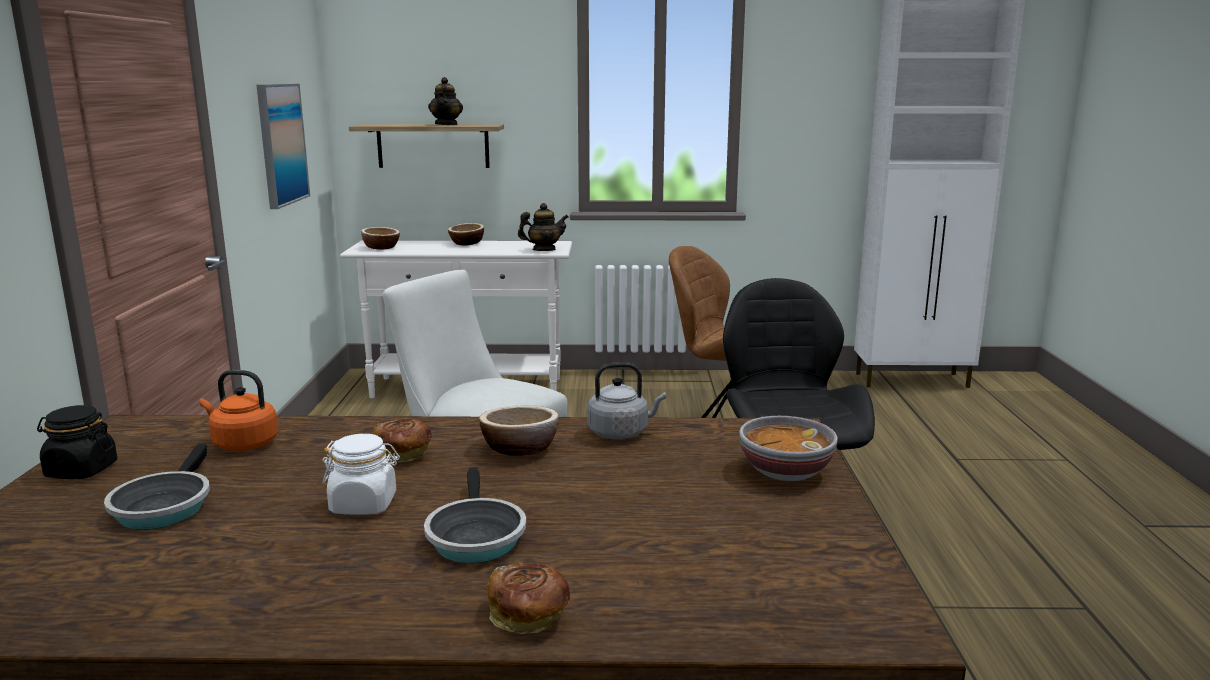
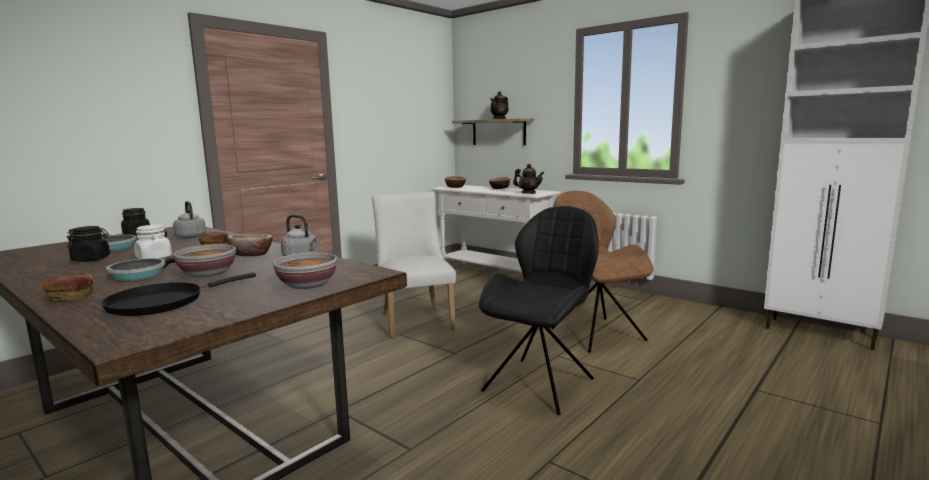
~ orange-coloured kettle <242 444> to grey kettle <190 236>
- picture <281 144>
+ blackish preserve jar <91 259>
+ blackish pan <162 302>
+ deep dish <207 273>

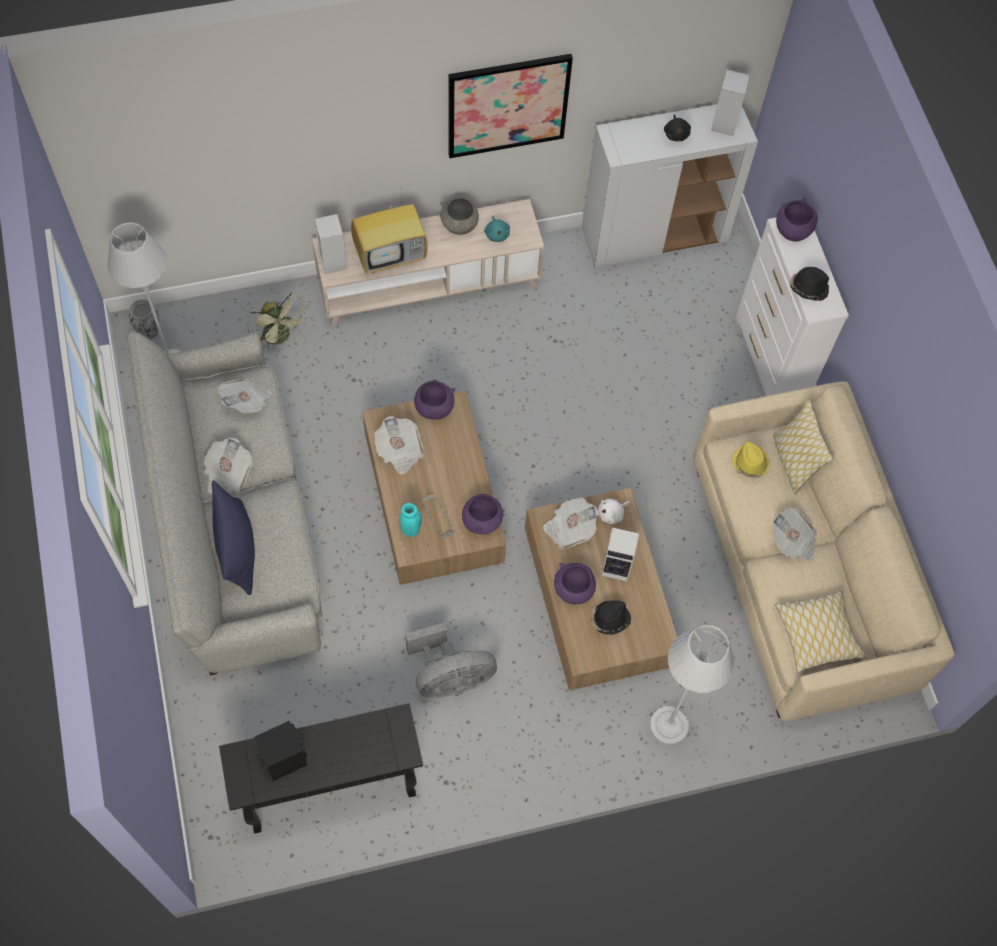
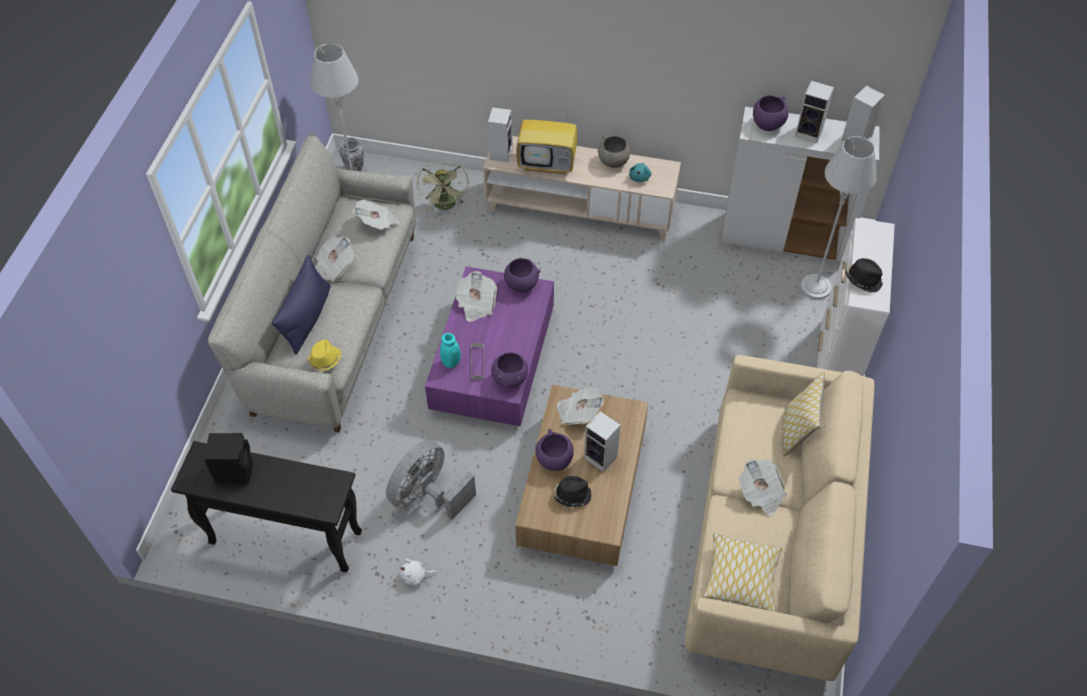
~ brown lounge table <433 499> to purple lounge table <493 359>
~ grey cooling fan <450 678> = <428 496> 120 degrees clockwise
- picture <507 105>
~ whitish cuddly toy <611 514> to <415 576>
~ grey floor lamp <669 725> to <815 287>
~ blackish cuddly toy <676 134> to loudspeaker <810 133>
~ yellow-coloured clothing hat <749 463> to <324 360>
~ purple deep dish <792 231> to <767 124>

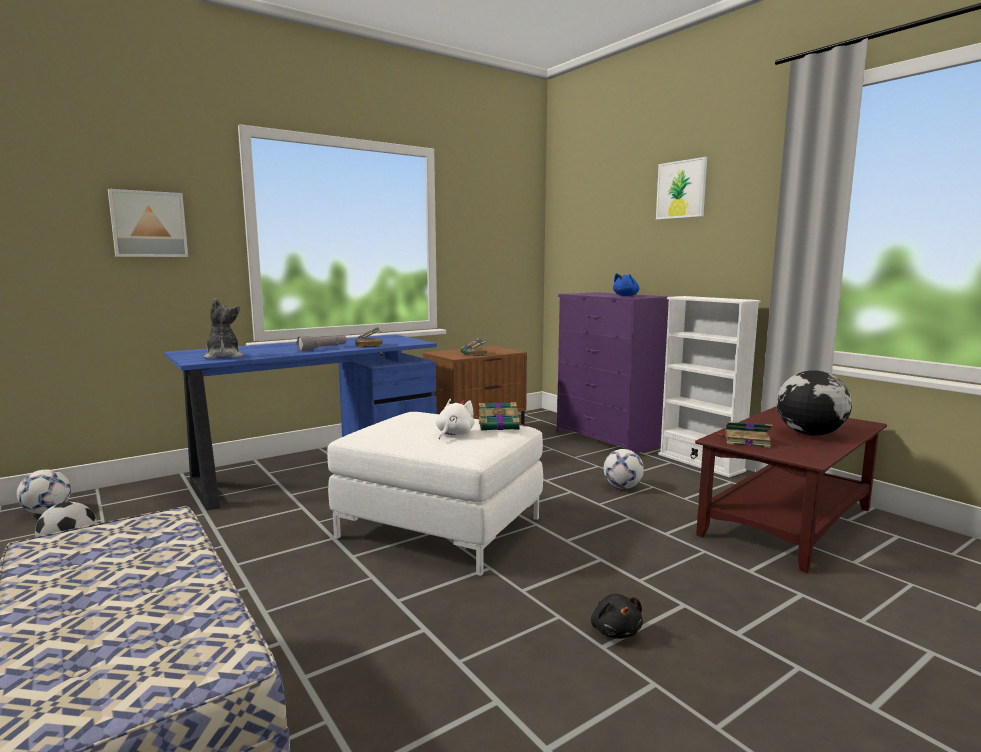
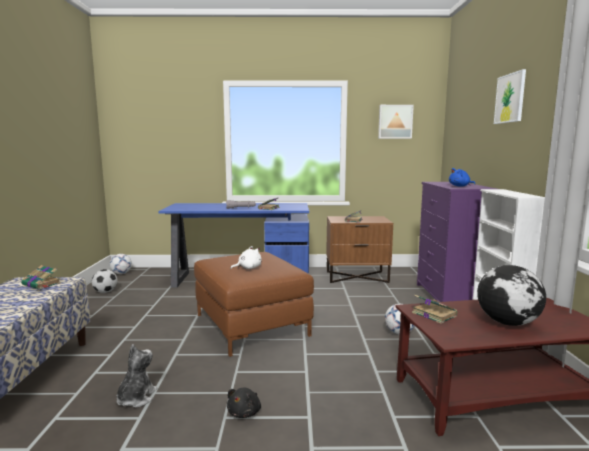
~ picture <148 224> to <395 121>
~ cuddly toy <223 357> to <136 398>
~ whitish pouffe <439 527> to brown pouffe <251 325>
~ book <500 426> to <42 284>

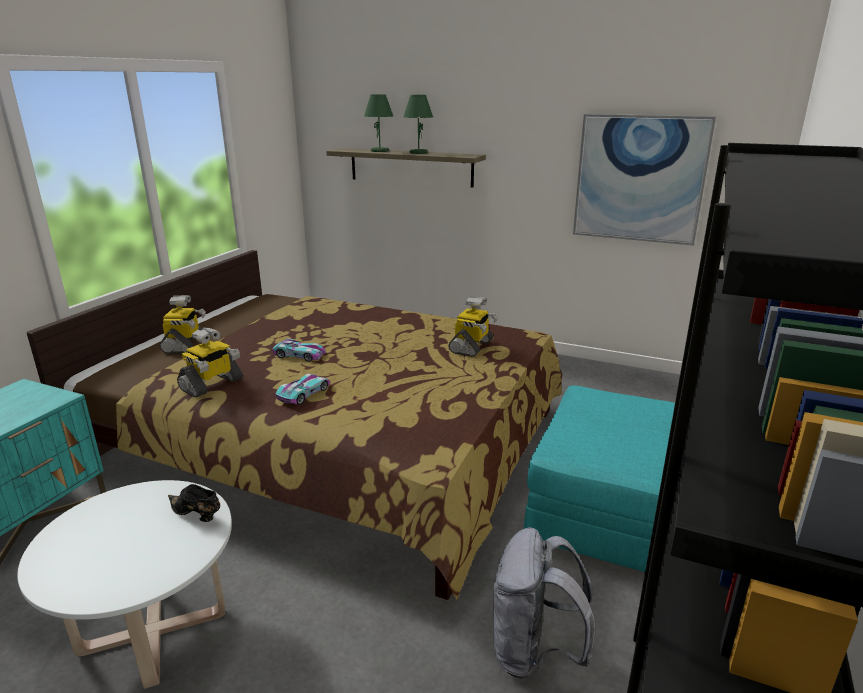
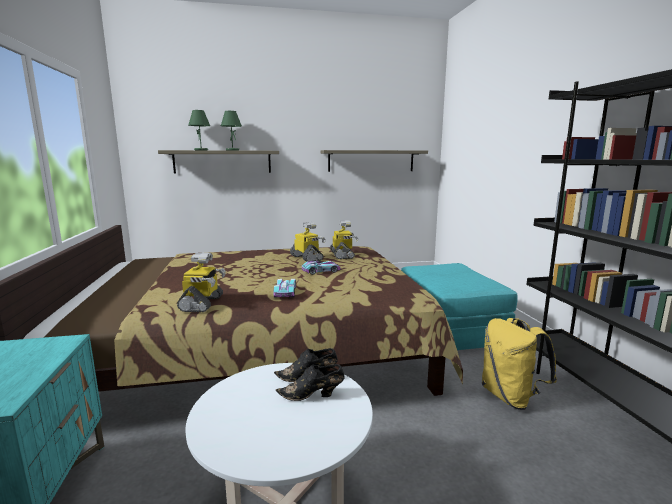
~ model robot <184 344> to <307 258>
~ model car <299 355> to <321 271>
~ grey rucksack <534 652> to yellow-coloured rucksack <510 397>
~ picture <639 179> to wall shelf <371 161>
+ blackish item of footwear <313 395>

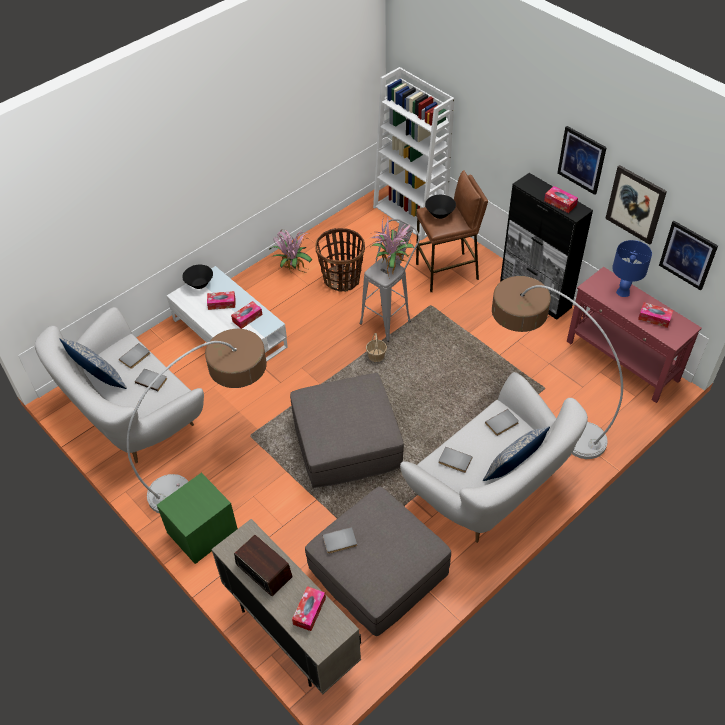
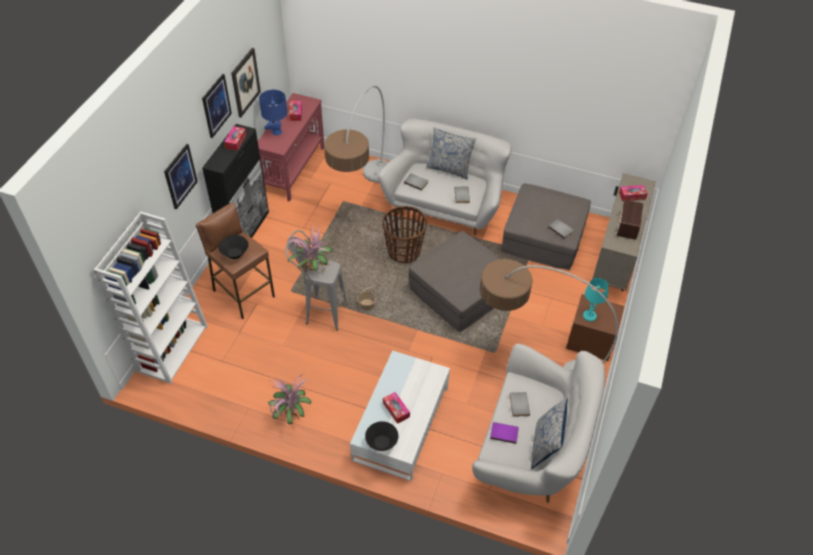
~ grey book <135 357> to purple book <504 432>
~ green bedside table <202 532> to brown bedside table <590 340>
- box of tissues <247 318>
~ basket <342 279> to <404 251>
~ picture <688 255> to <180 176>
+ blue-green table lamp <589 316>

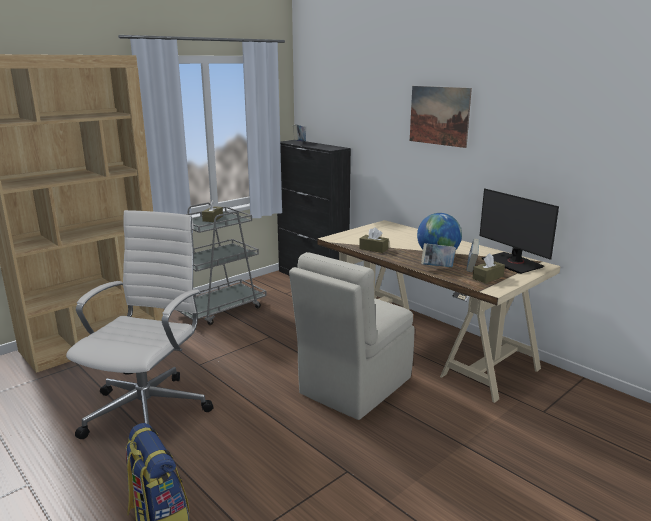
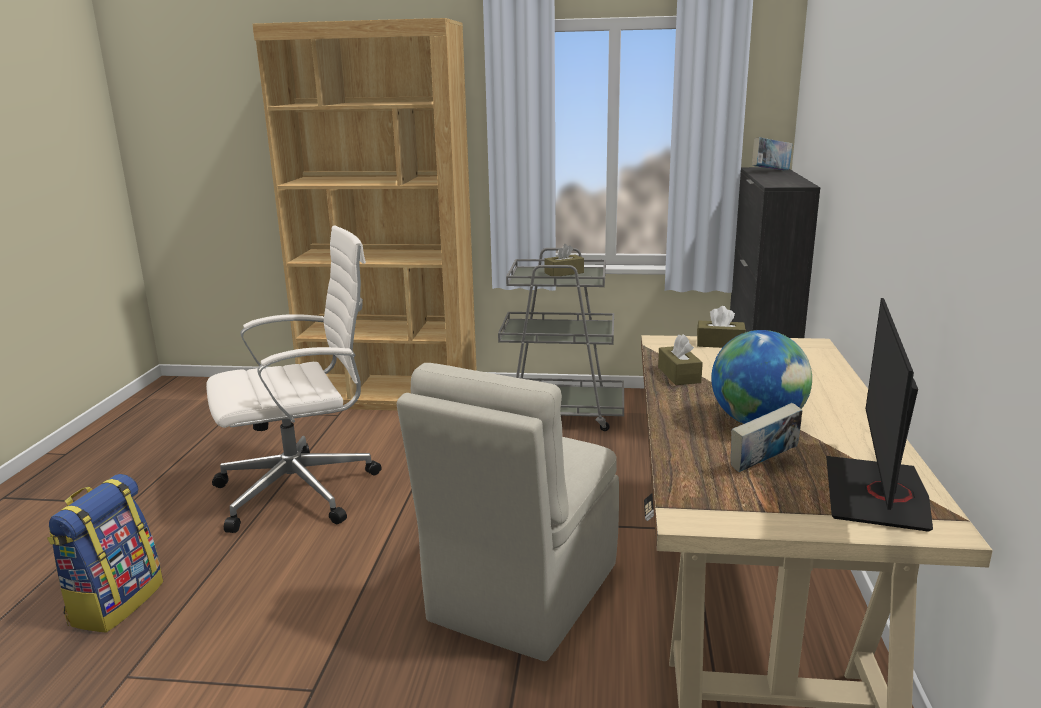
~ beige-coloured plain chair <353 387> = <521 594> 60 degrees counterclockwise
- picture <439 116>
- book <437 267>
~ brown box of tissues <488 277> to <720 343>

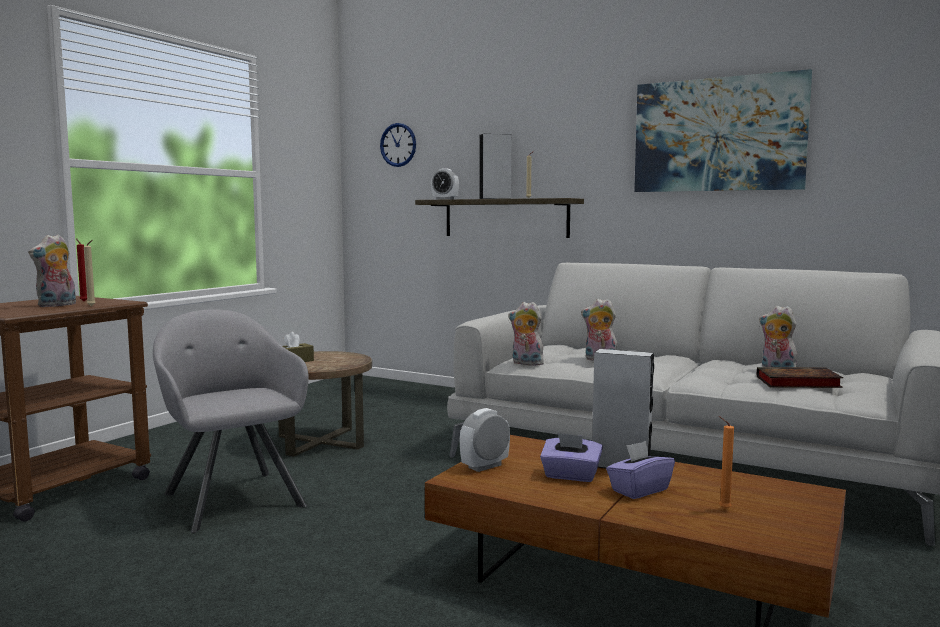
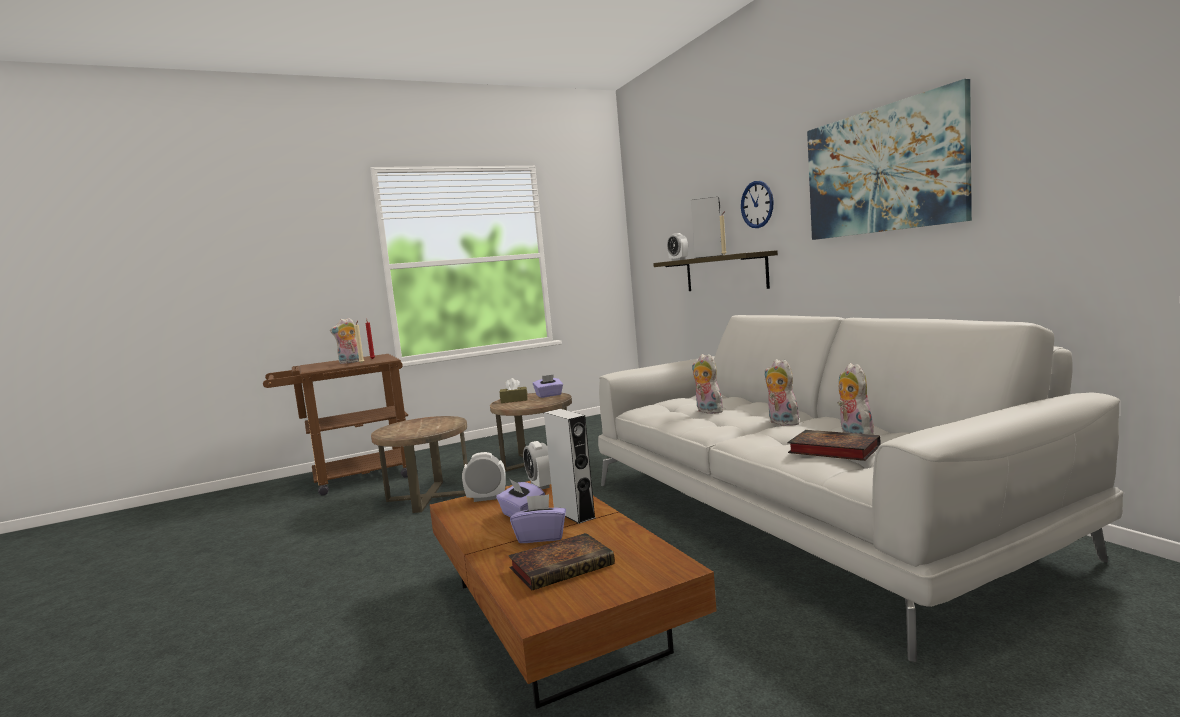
~ grey armchair <231 497> to brown accent table <428 496>
~ wall clock <398 145> to <757 204>
~ cuddly toy <525 363> to <781 423>
~ orange-coloured wax candle <722 509> to book <563 566>
+ table clock <540 485>
+ purple box of tissues <549 395>

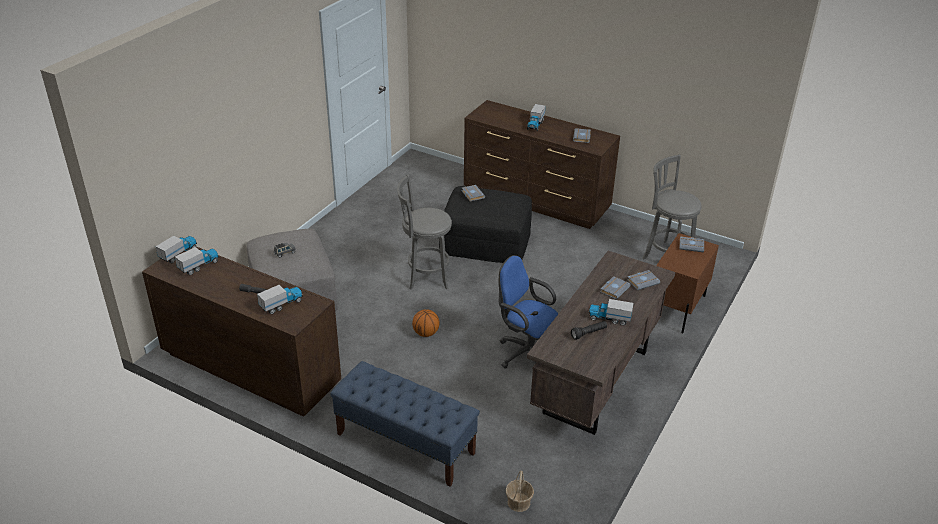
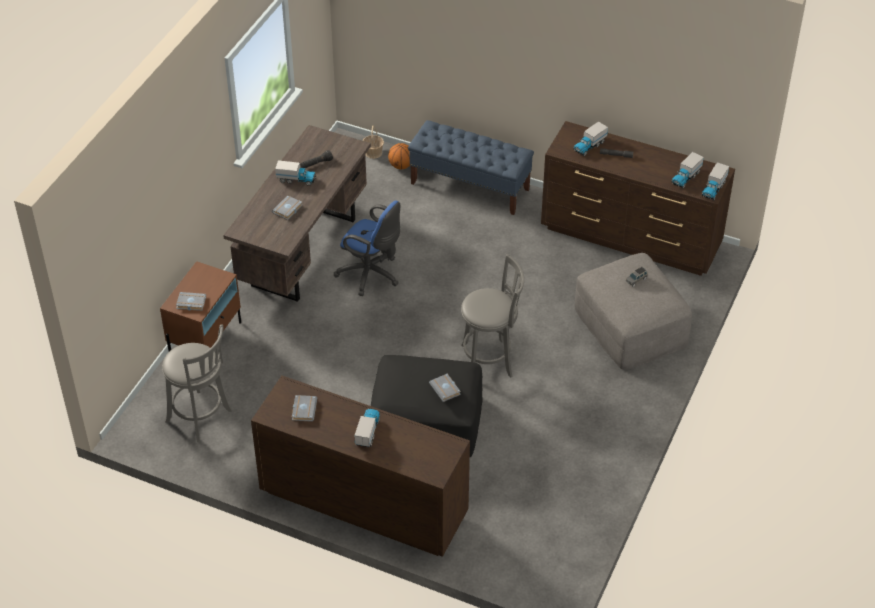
~ basketball <426 333> to <401 166>
- grey book <643 281>

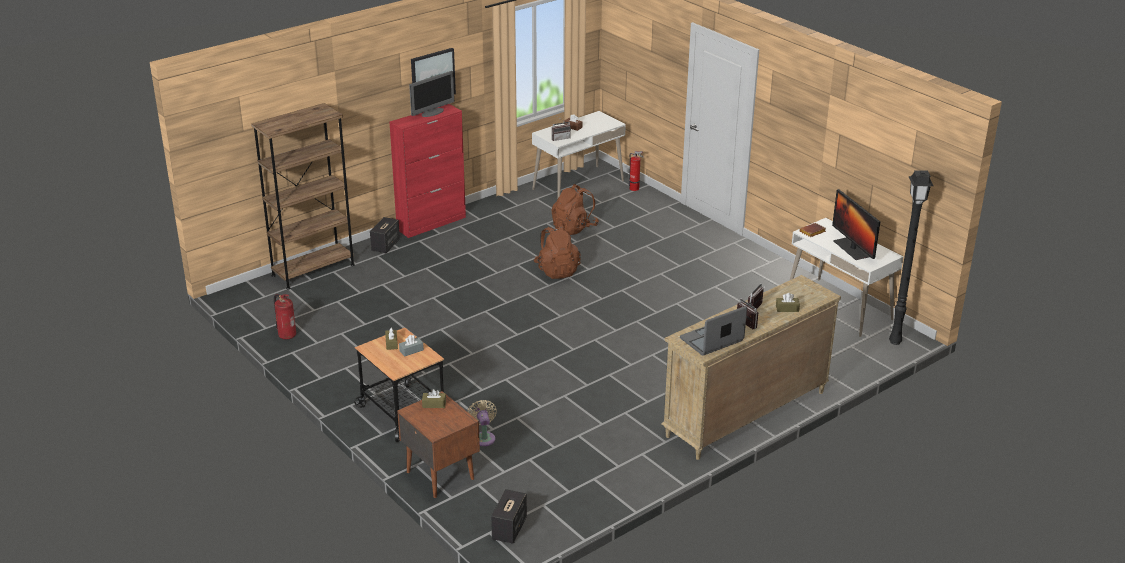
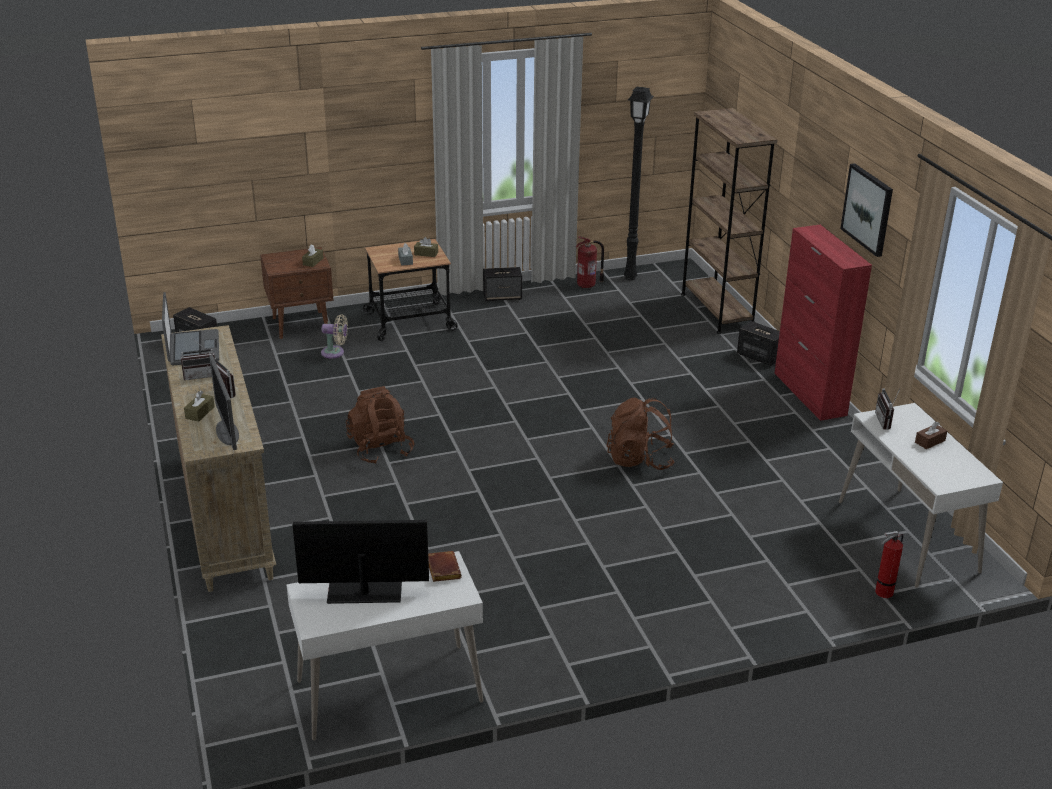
~ monitor <433 112> to <227 433>
~ brown rucksack <574 228> to <380 449>
~ blackish floor lamp <896 342> to <629 278>
+ loudspeaker <503 296>

